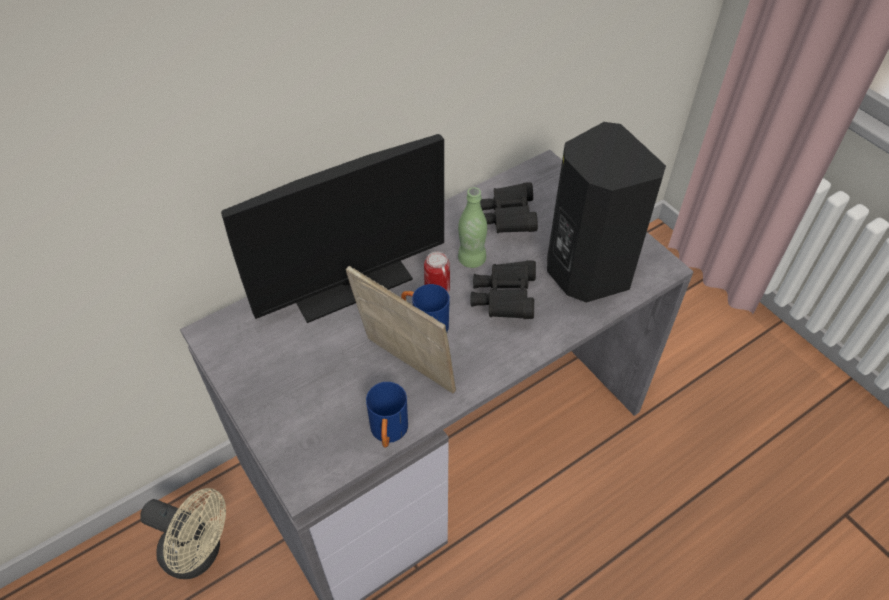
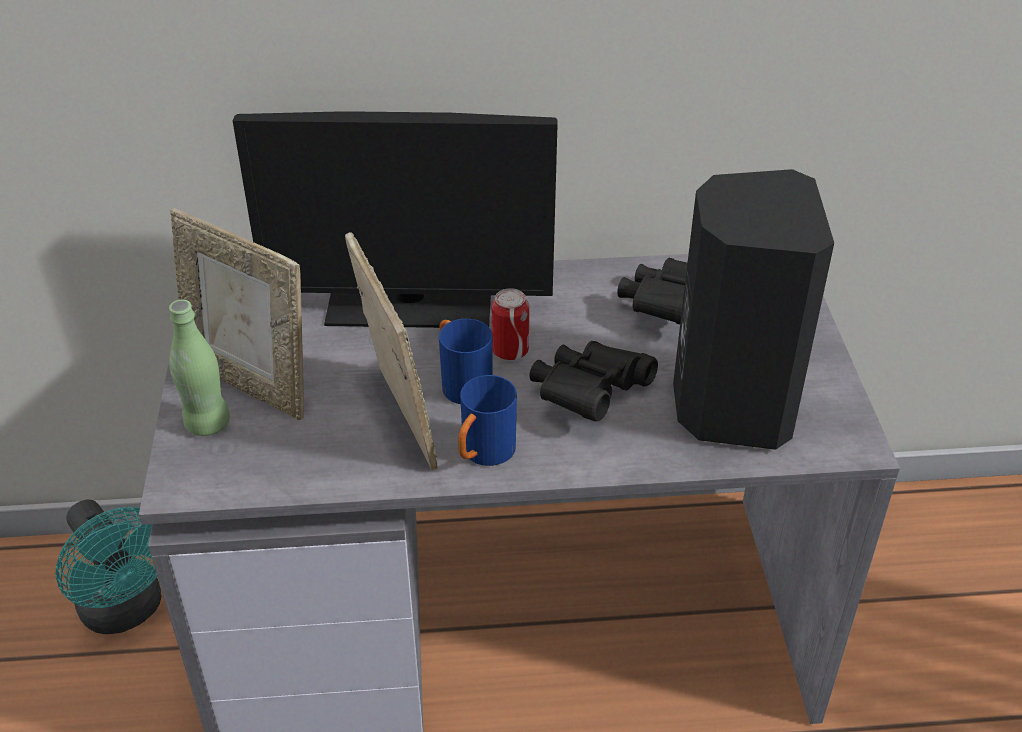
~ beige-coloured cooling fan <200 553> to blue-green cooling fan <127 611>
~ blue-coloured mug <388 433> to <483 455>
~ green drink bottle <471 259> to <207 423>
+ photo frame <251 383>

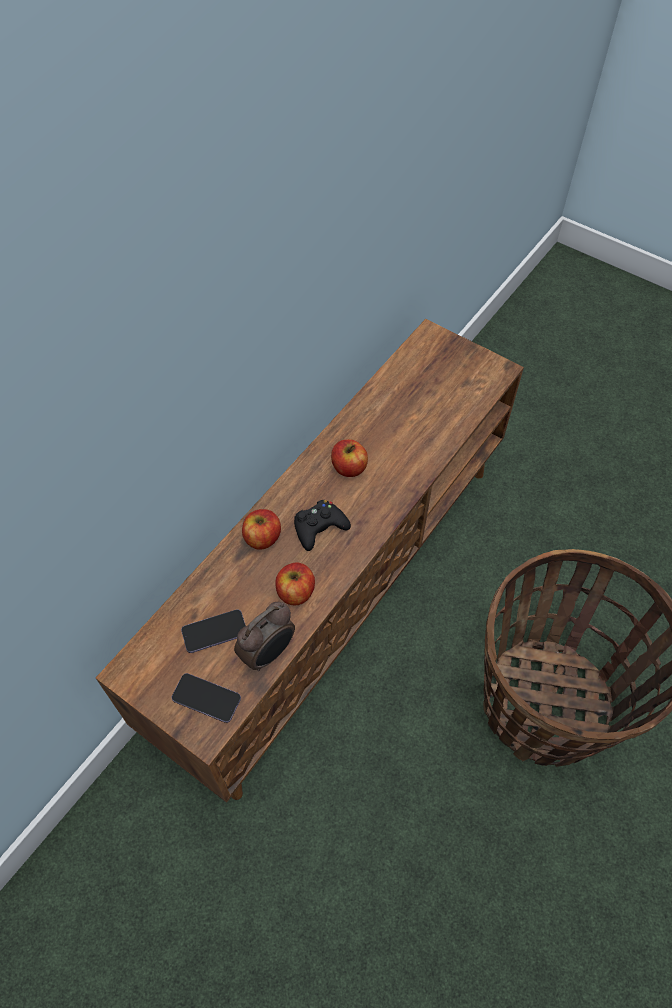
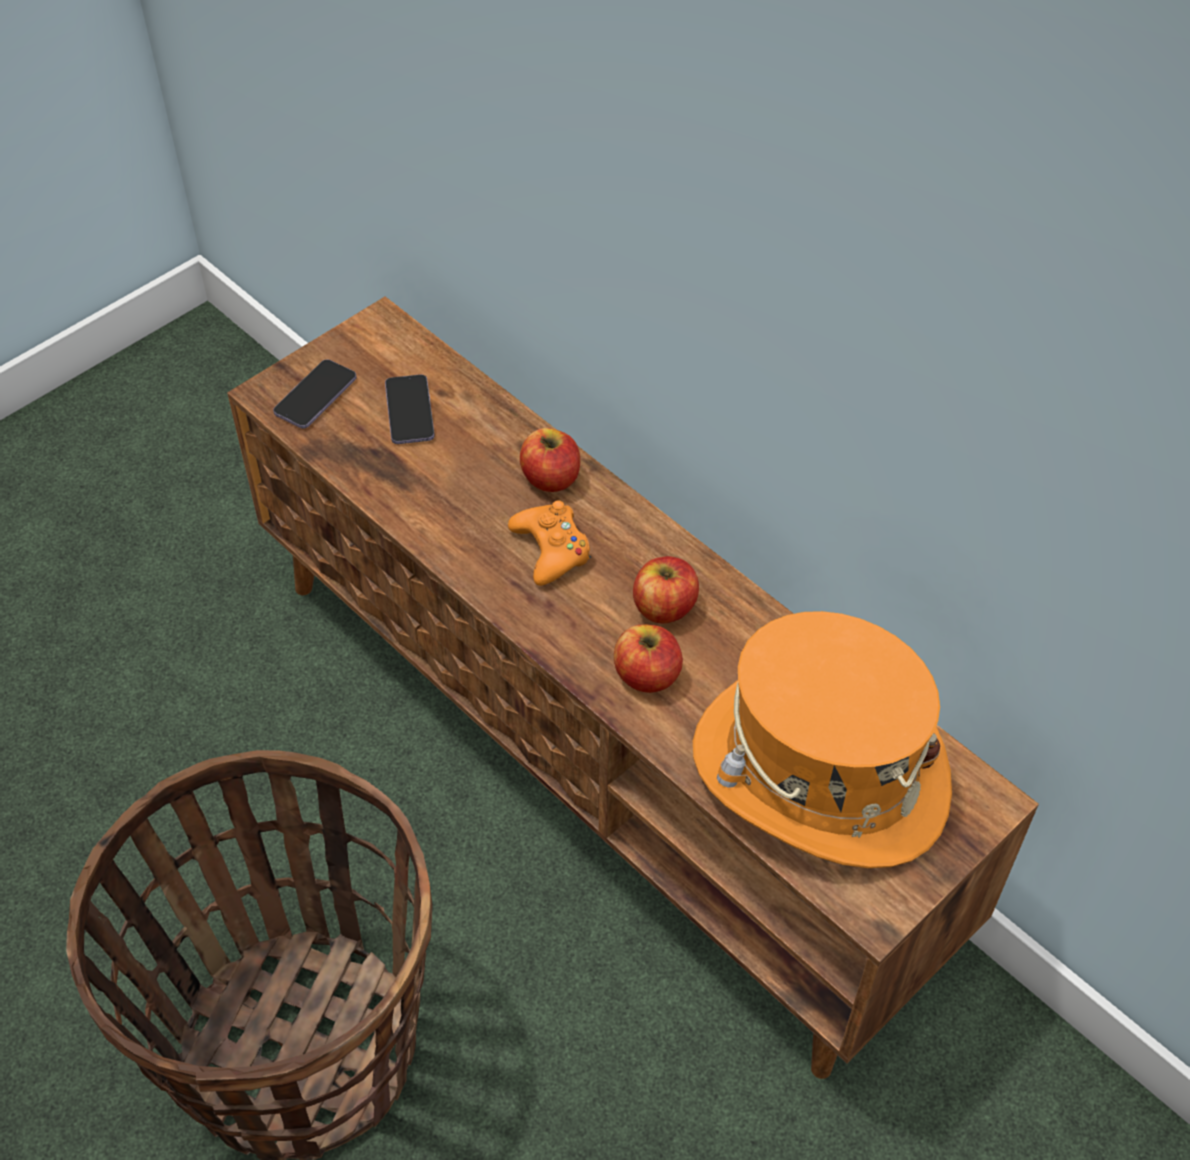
- table clock <268 653>
~ apple fruit <295 592> to <647 675>
~ blackish game controller <319 527> to orange-coloured game controller <551 550>
+ orange-coloured clothing hat <818 773>

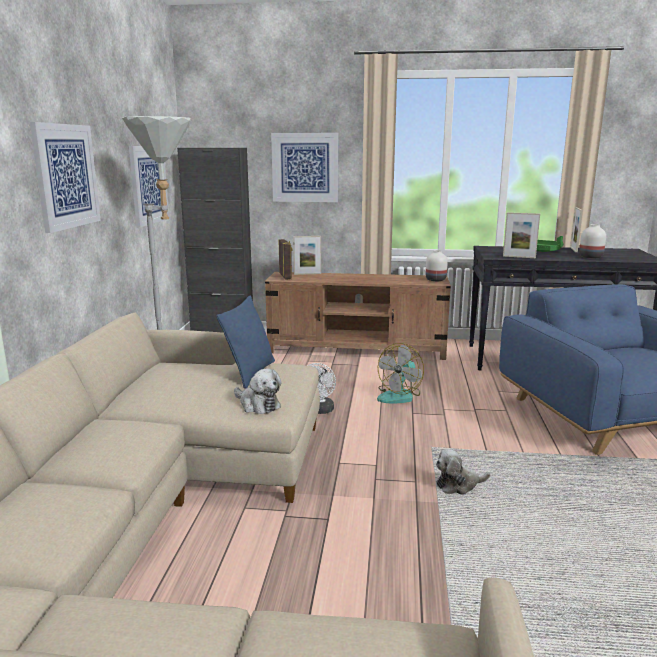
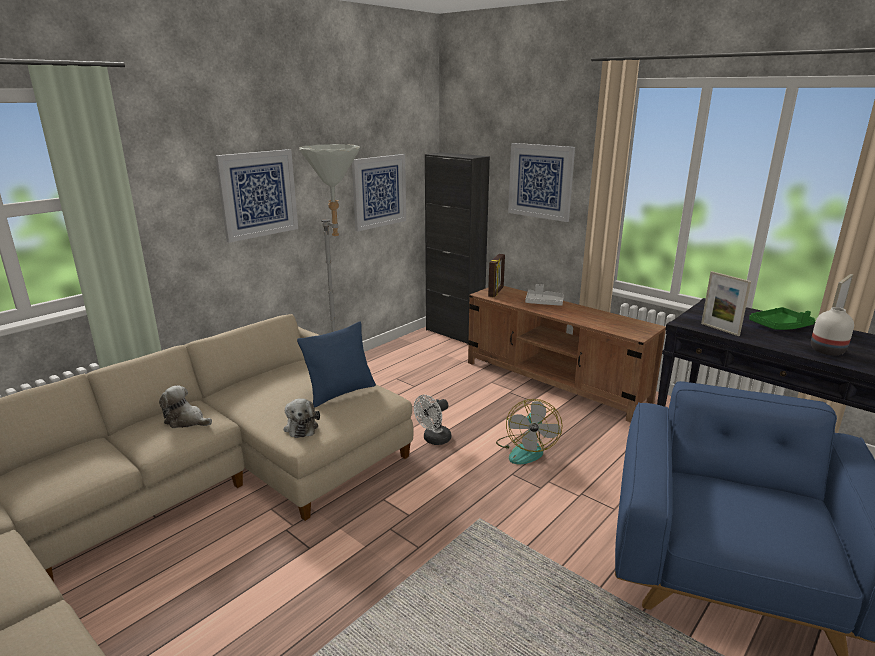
- photo frame <307 274>
~ cooling fan <399 395> = <526 449> 60 degrees counterclockwise
- whitish vase <435 280>
~ cuddly toy <458 485> to <186 421>
+ grey serving tray <544 303>

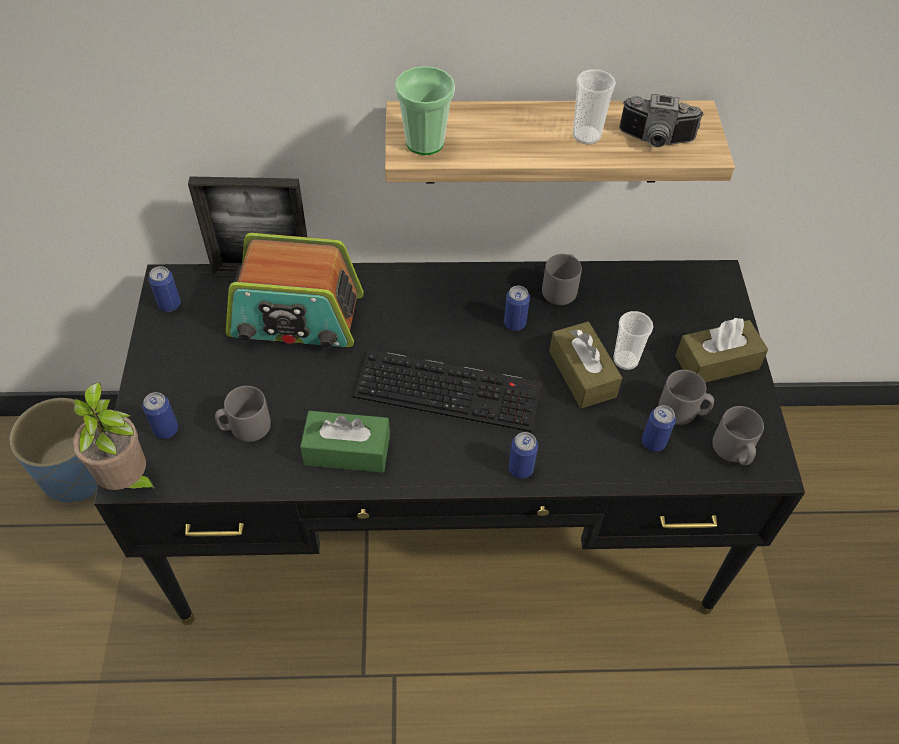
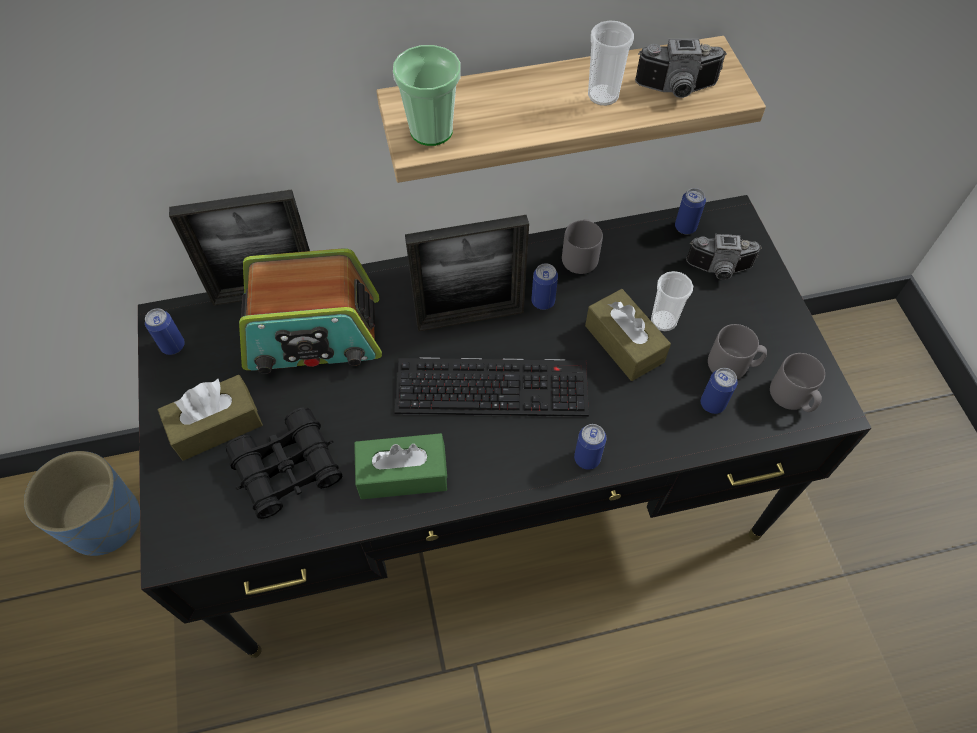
- plant in a pot <129 481>
~ can <166 430> to <685 227>
~ grey mug <245 427> to blackish field glasses <288 469>
~ brown box of tissues <716 362> to <216 425>
+ photo frame <470 317>
+ photo camera <719 271>

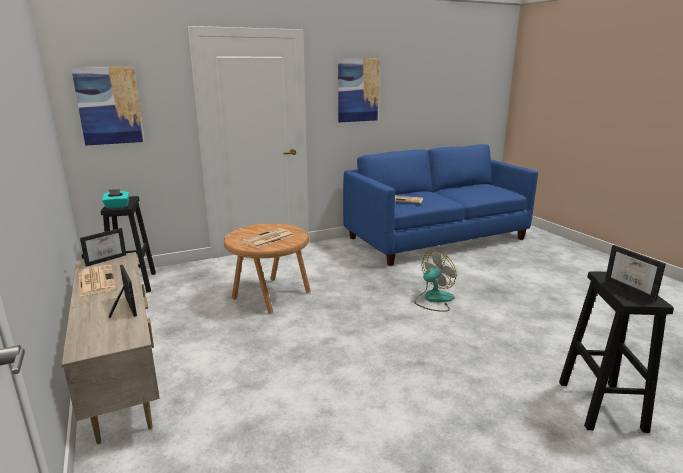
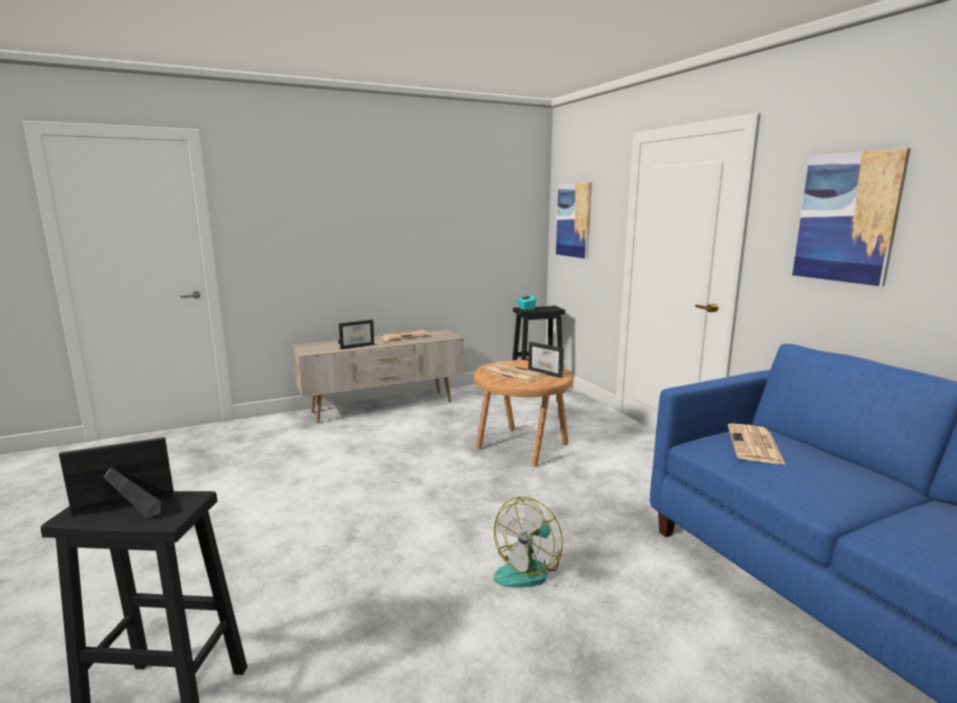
~ photo frame <105 259> to <548 373>
~ cooling fan <433 299> = <528 569> 75 degrees clockwise

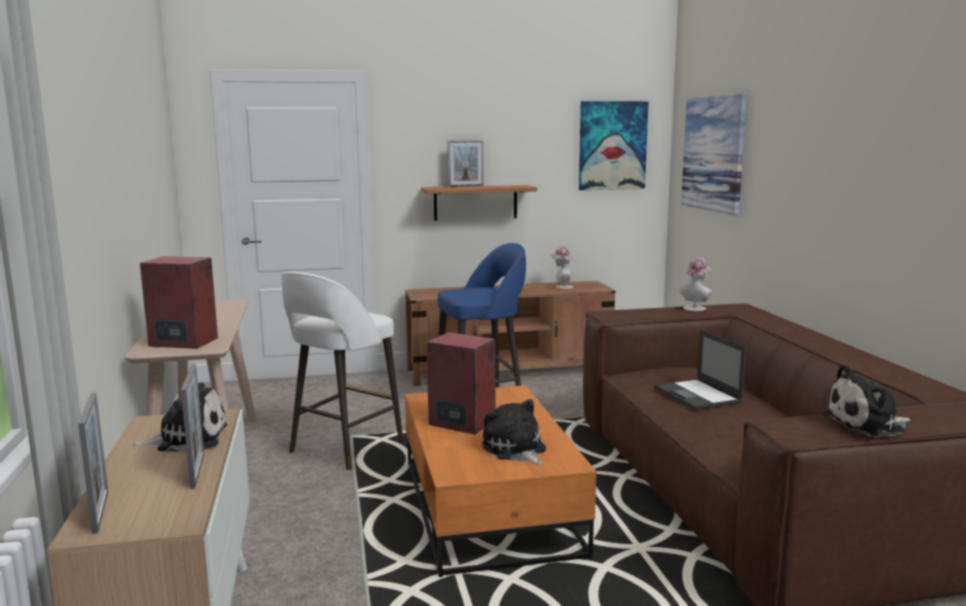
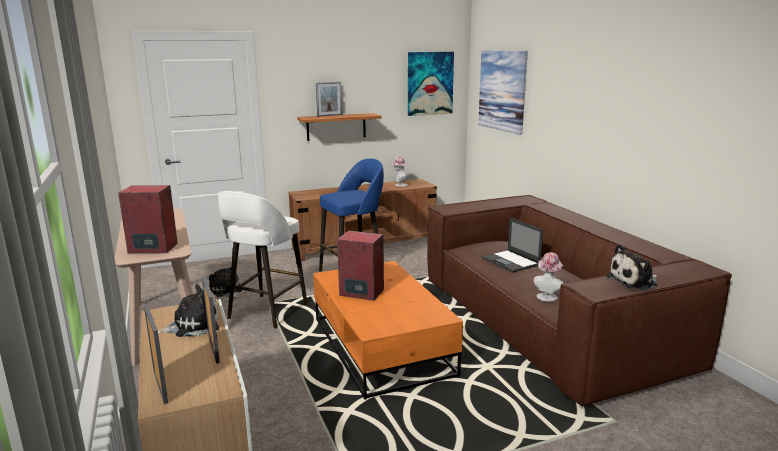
~ cuddly toy <515 450> to <226 291>
~ clothing hat <695 308> to <547 296>

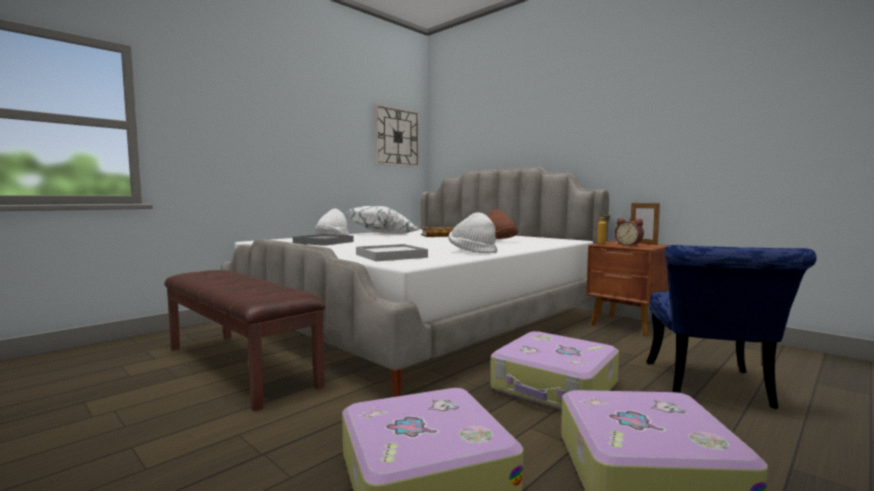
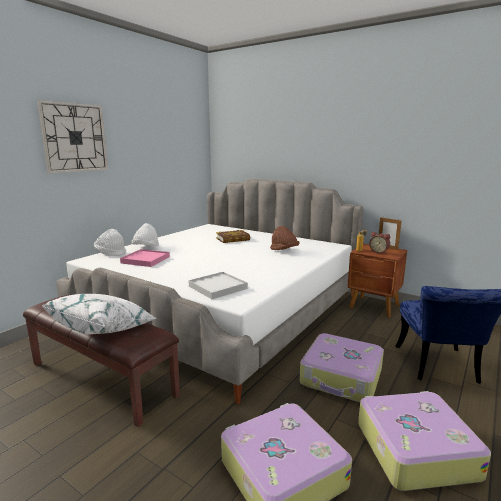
~ grey serving tray <323 242> to pinkish serving tray <145 260>
~ whitish pillow <383 233> to <104 329>
~ wall clock <397 137> to <75 137>
~ whitish clothing hat <472 252> to <111 253>

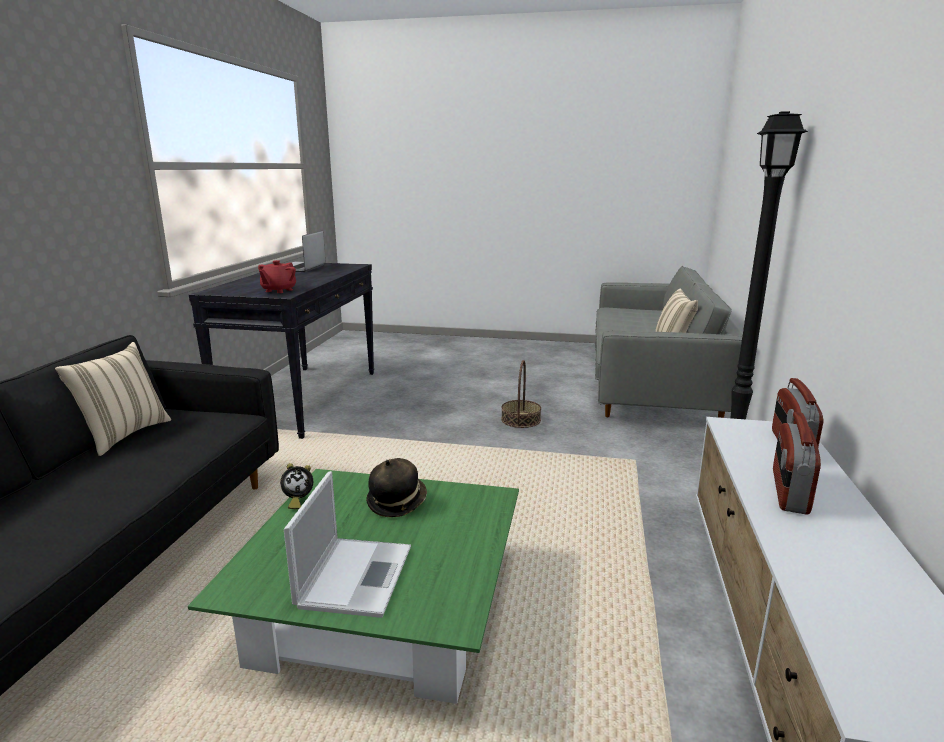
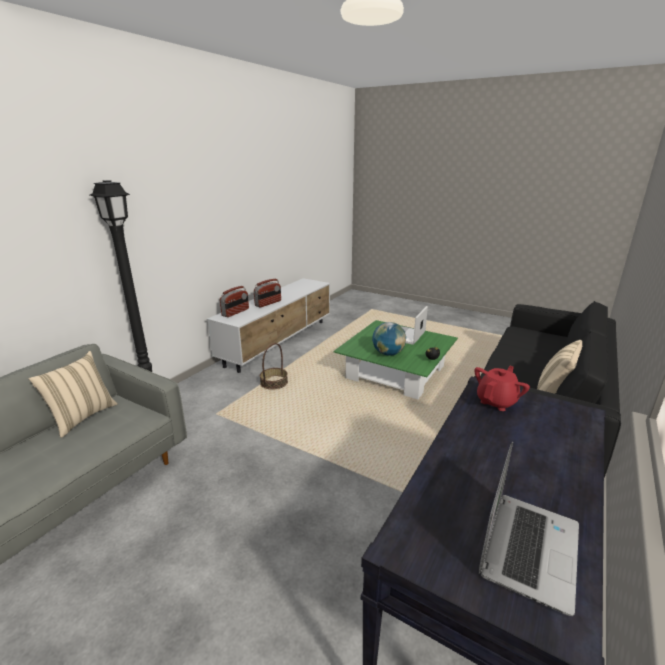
~ clothing hat <397 502> to globe <388 353>
~ basket <520 419> to <274 382>

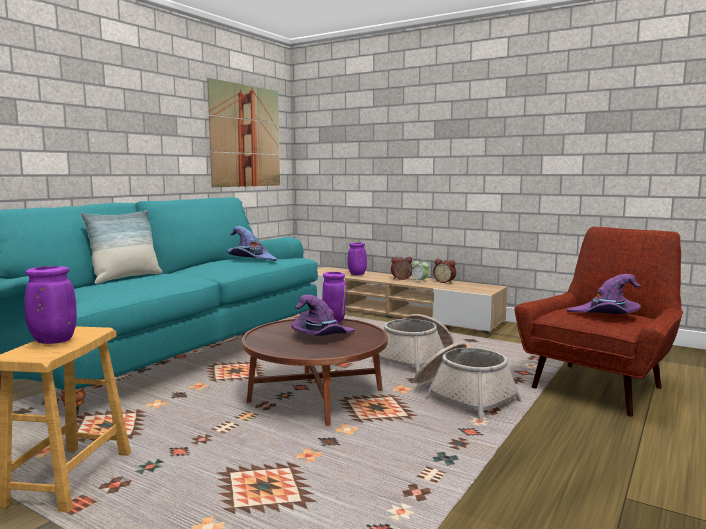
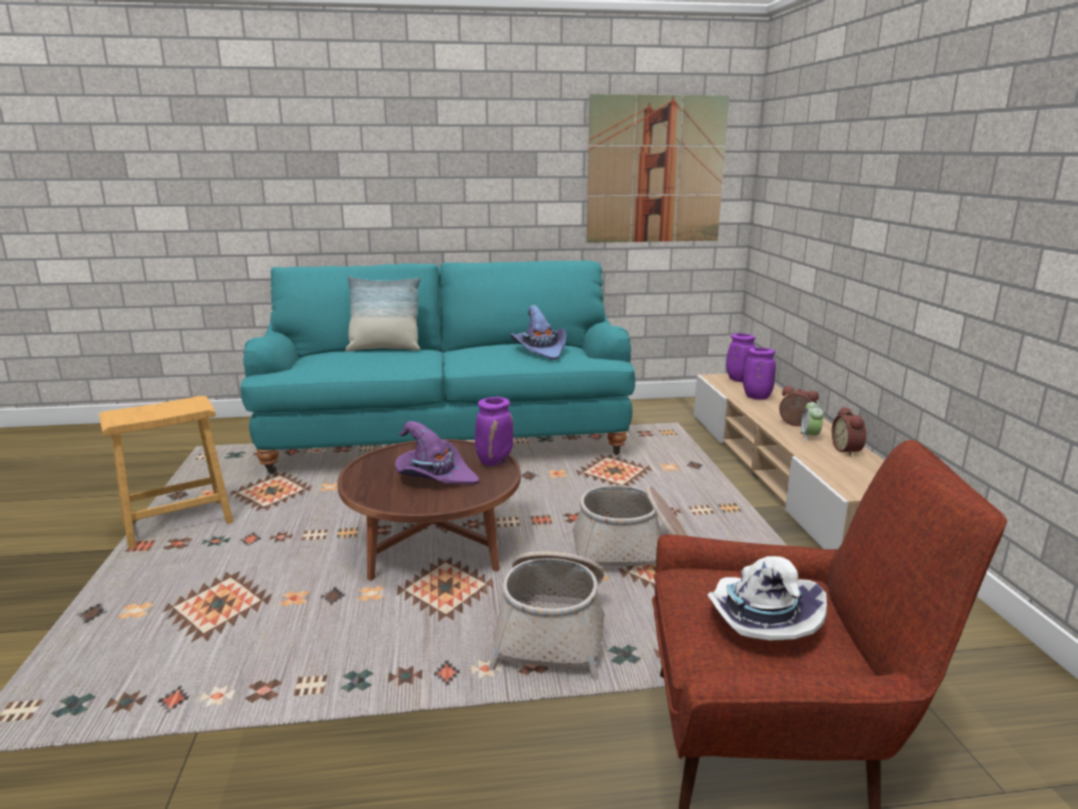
~ purple vase <52 341> to <738 380>
~ purple clothing hat <605 315> to whitish clothing hat <758 621>

